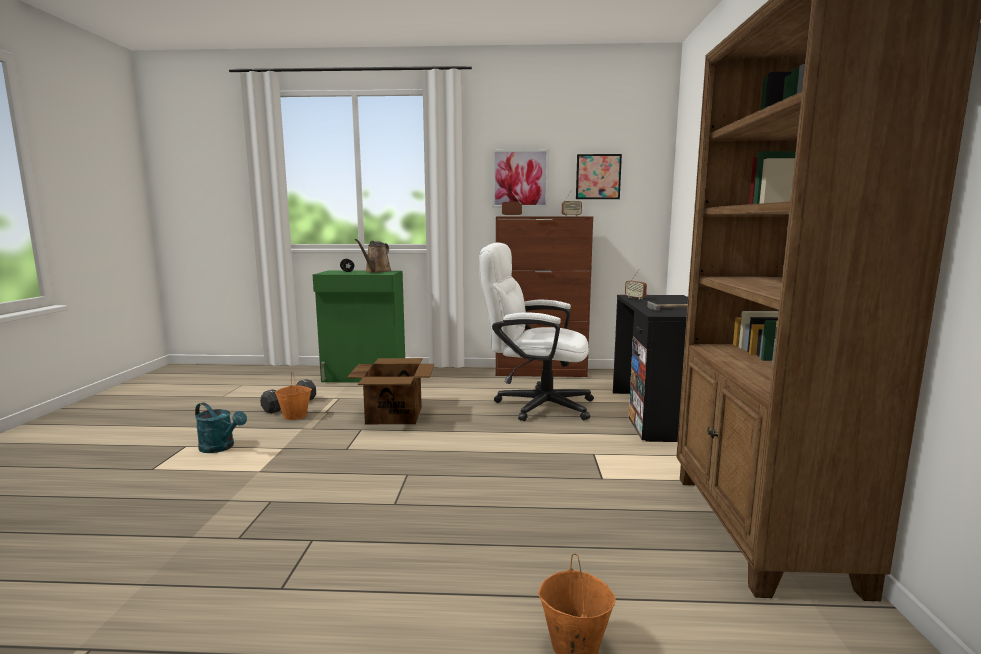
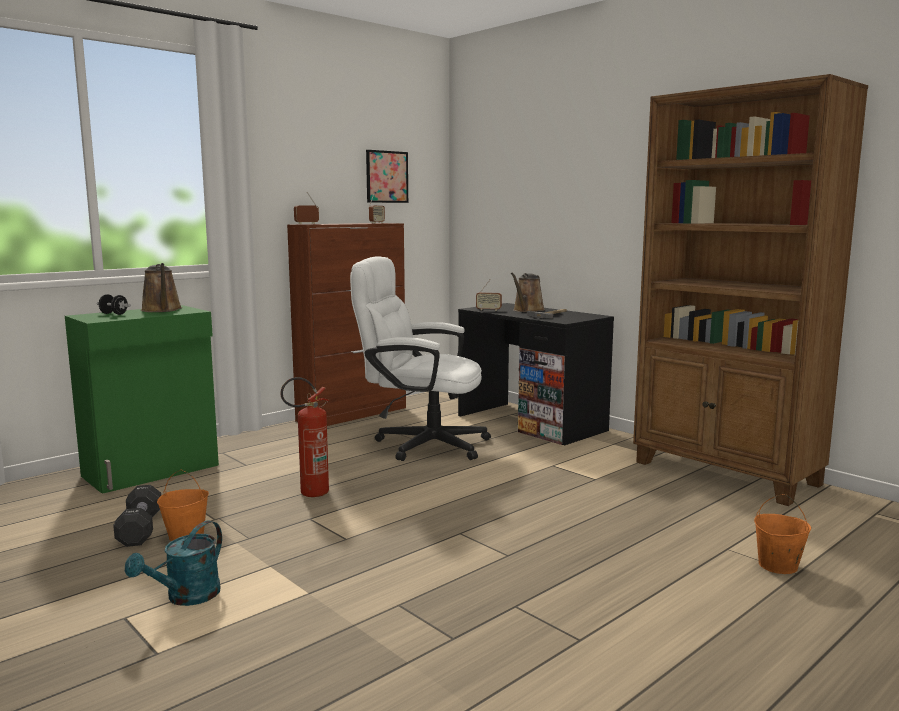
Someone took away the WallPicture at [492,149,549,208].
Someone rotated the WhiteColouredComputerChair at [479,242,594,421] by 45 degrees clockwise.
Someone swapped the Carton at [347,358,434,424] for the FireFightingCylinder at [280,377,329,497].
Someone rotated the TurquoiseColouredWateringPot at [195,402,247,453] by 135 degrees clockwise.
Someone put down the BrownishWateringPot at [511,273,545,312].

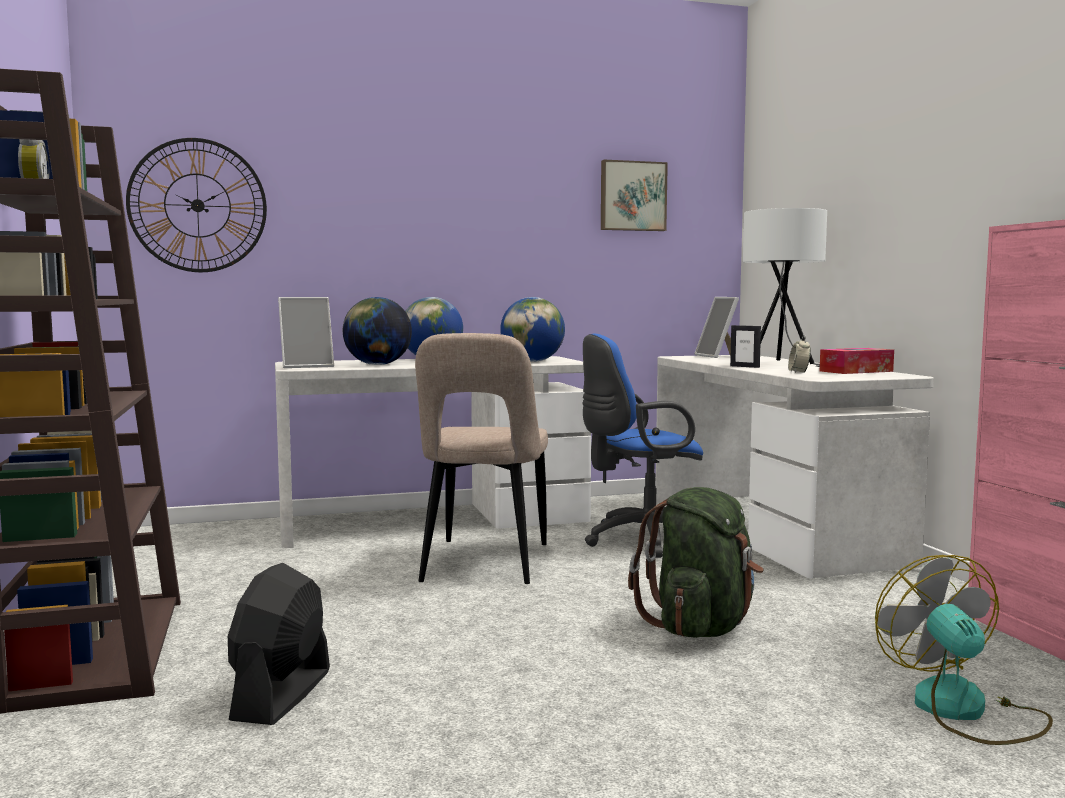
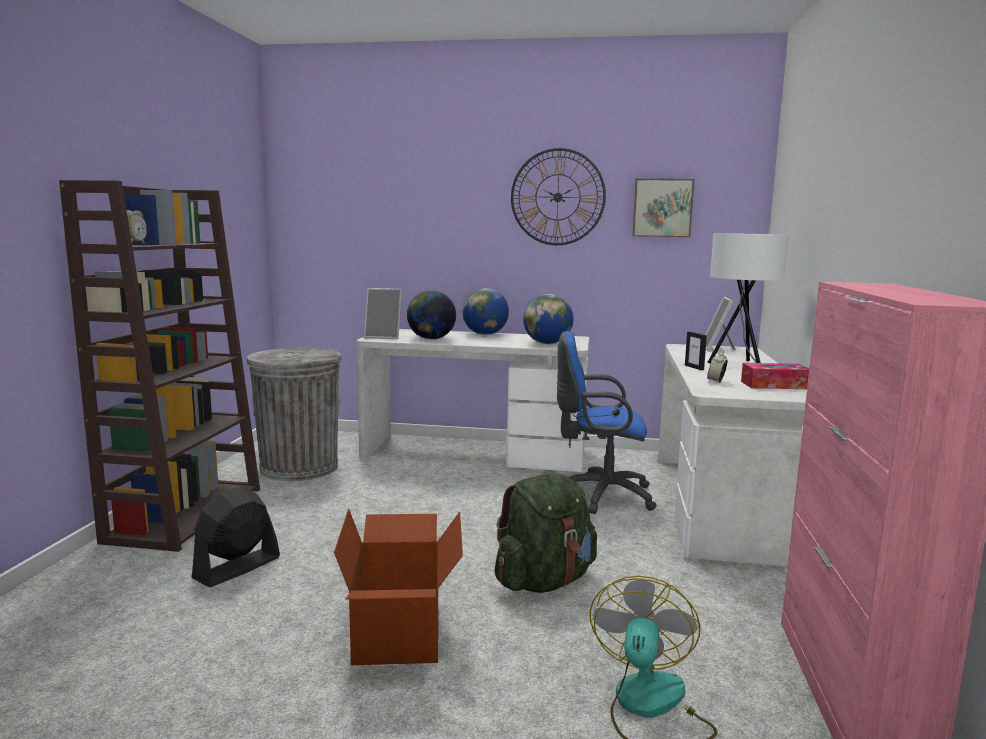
Someone carried the WallClock from [126,138,267,272] to [511,148,606,245].
Someone took away the BeigeColouredChair at [415,333,548,584].
Someone put down the GreyishWasteBin at [247,348,342,481].
Someone put down the Carton at [334,509,463,665].

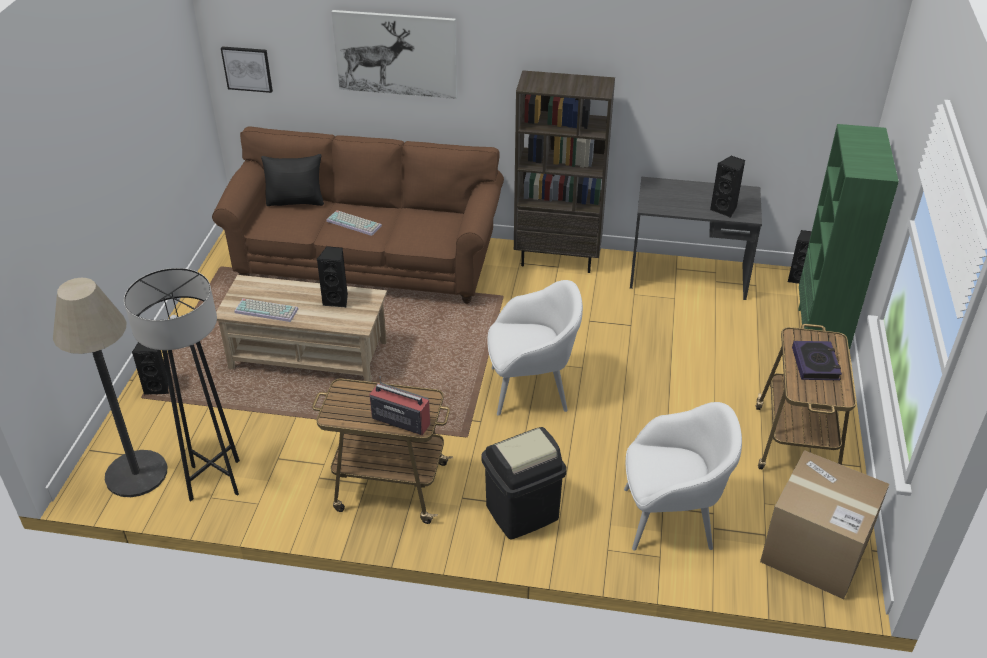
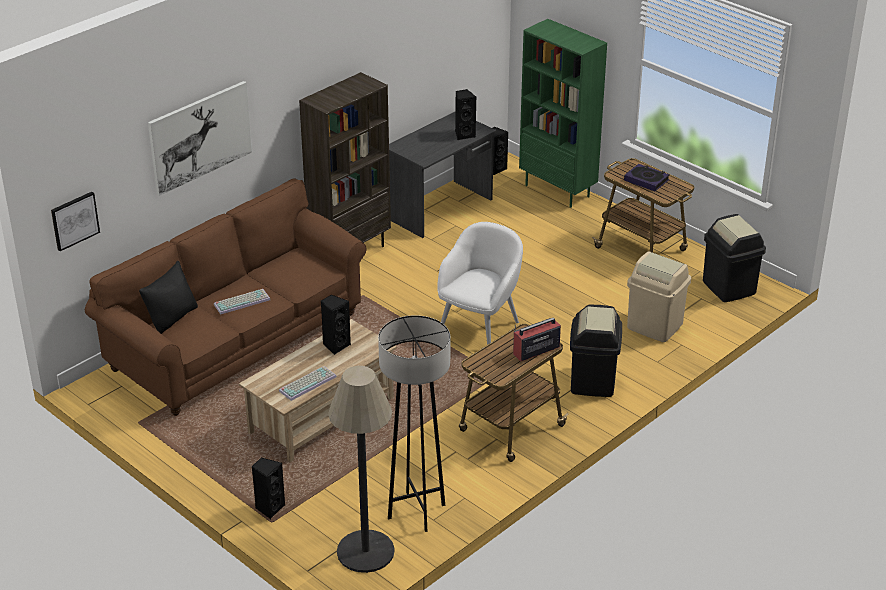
Someone swapped the WhiteColouredArmchair at [624,402,742,551] for the BeigeColouredWasteBin at [627,252,691,342].
Someone swapped the Carton at [760,450,889,599] for the BlackColouredWasteBin at [703,214,766,302].

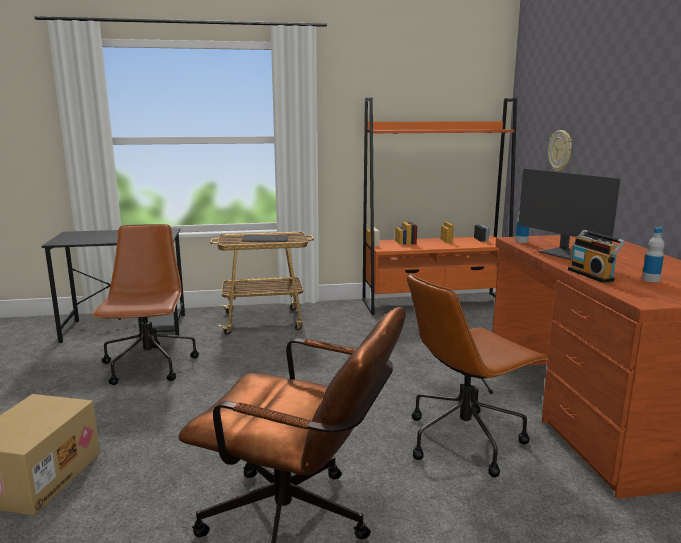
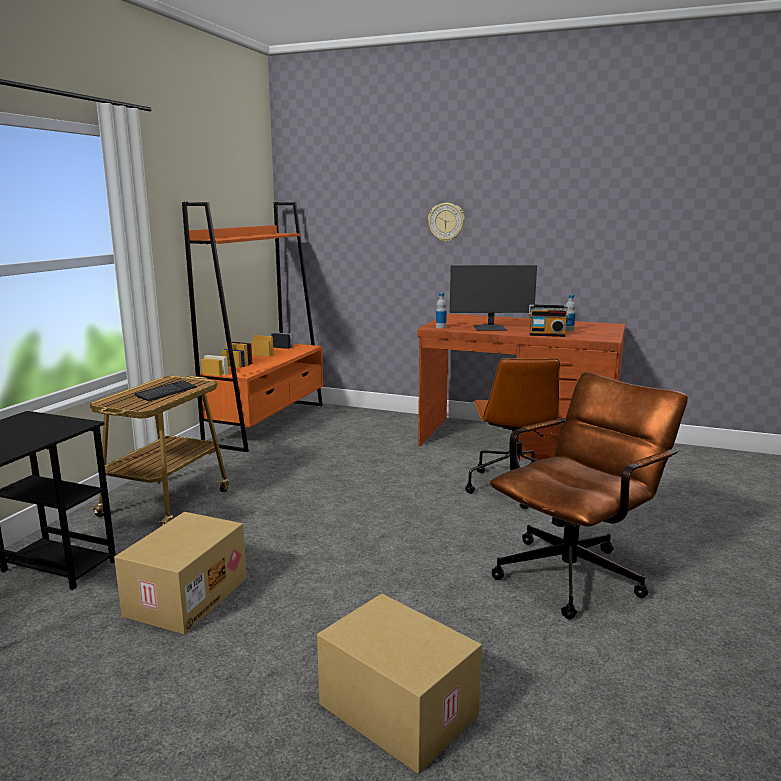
Someone carried the WallClock from [548,130,572,171] to [428,203,465,242].
Someone swapped the BrownishComputerChair at [93,224,199,385] for the Carton at [114,512,247,634].

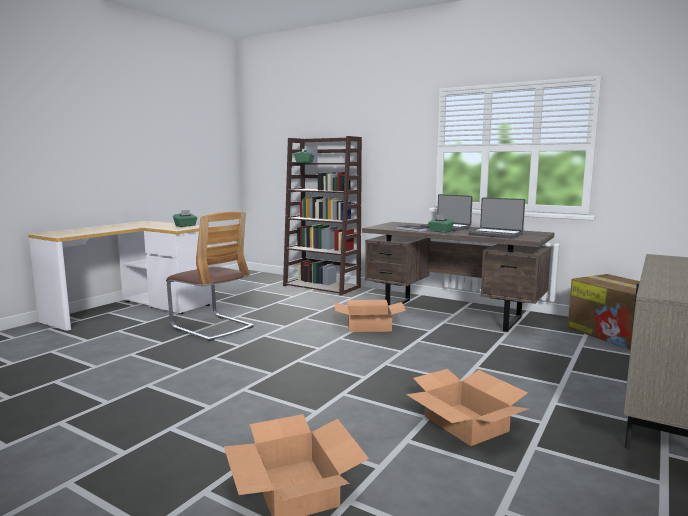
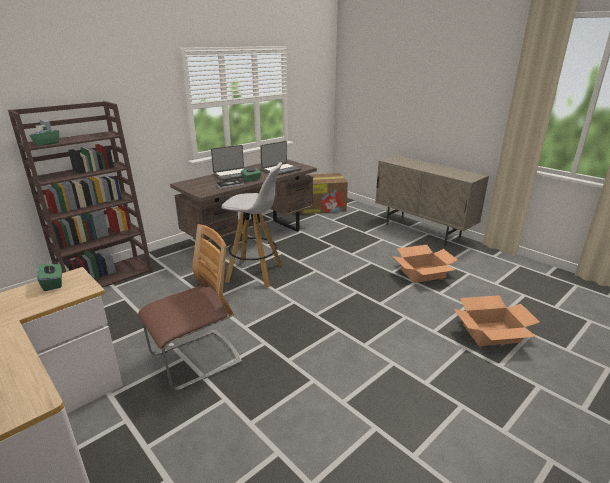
Someone swapped the Carton at [335,300,406,332] for the WhiteColouredStool at [221,162,282,288].

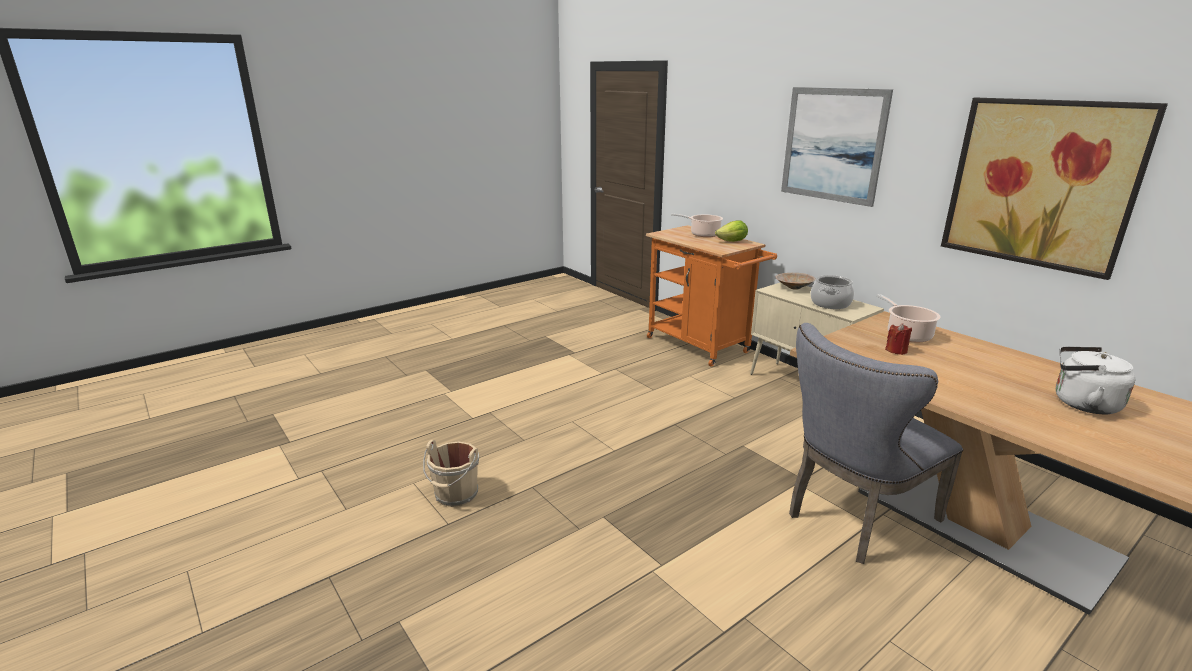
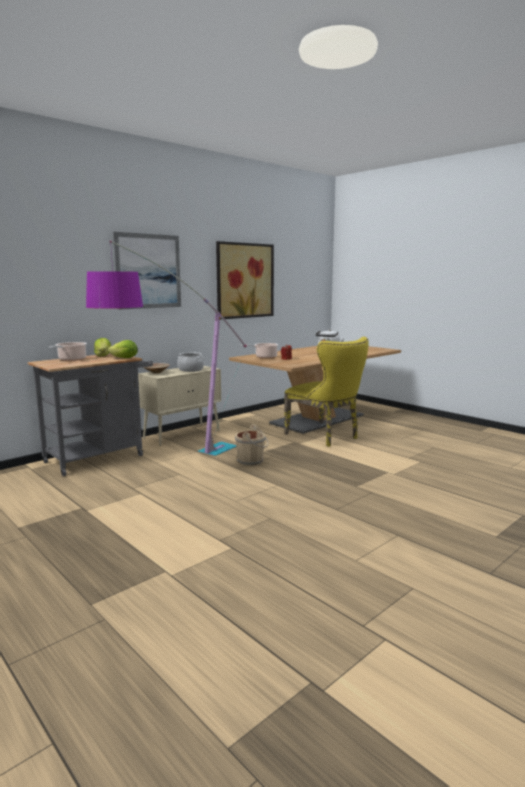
Someone repainted the OrangeyWheeledCart at [646,225,777,367], which became the GreyishWheeledCart at [27,353,153,476].
Someone repainted the GreyishChair at [789,323,963,564], which became the YellowishChair at [284,337,369,447].
Someone carried the BeigeColouredWaterBucket from [423,440,479,507] to [235,424,269,466].
Someone put down the StandardLamp at [86,241,247,456].
Someone put down the HeadOfLettuce at [108,340,138,358].

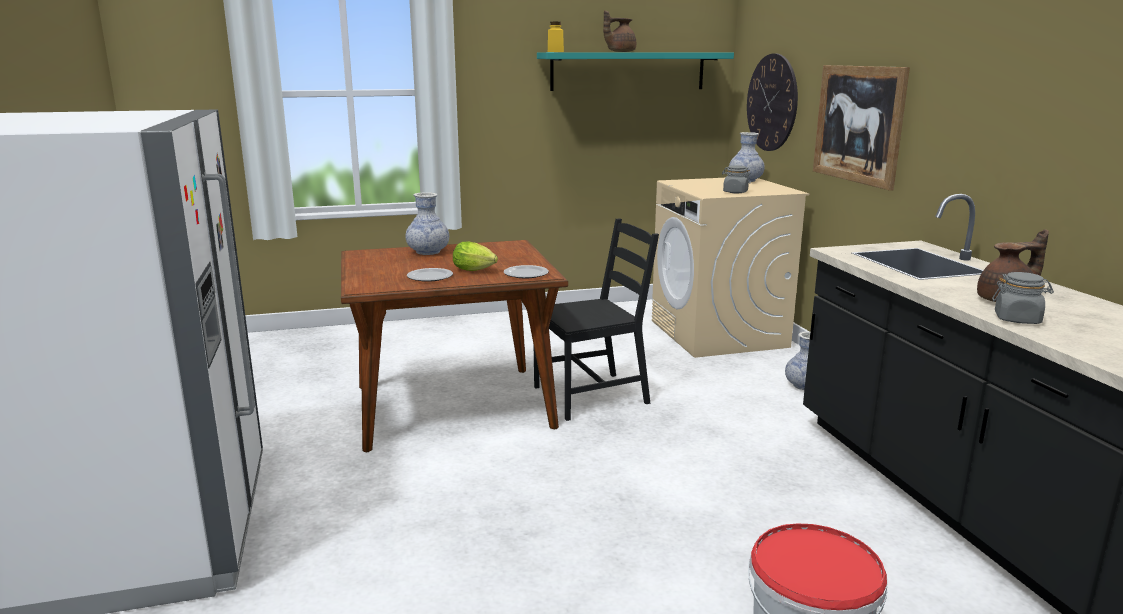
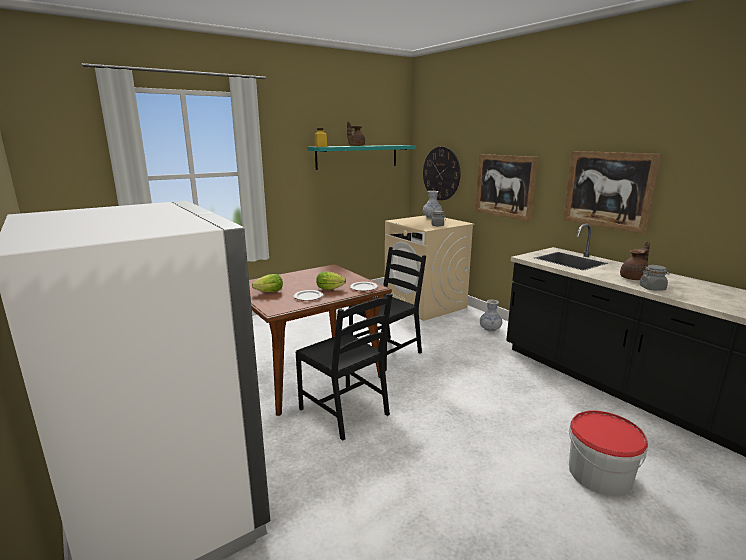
Someone took away the DecorativeVase at [406,192,449,255].
Someone put up the WallPicture at [563,151,661,234].
Someone put down the HeadOfLettuce at [252,274,283,292].
Someone put down the BlackColouredChair at [296,293,393,441].

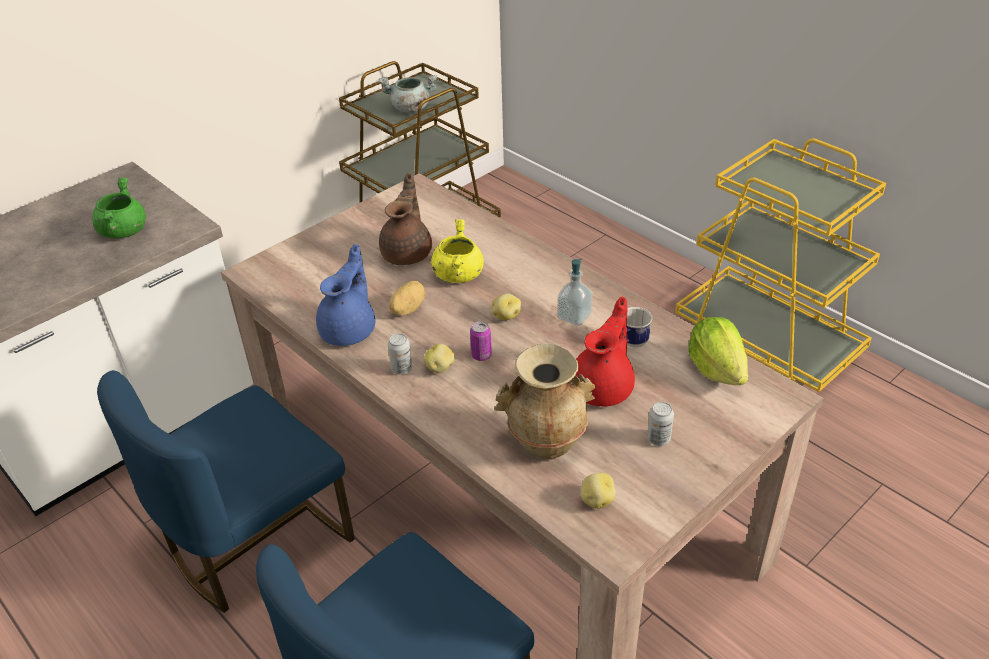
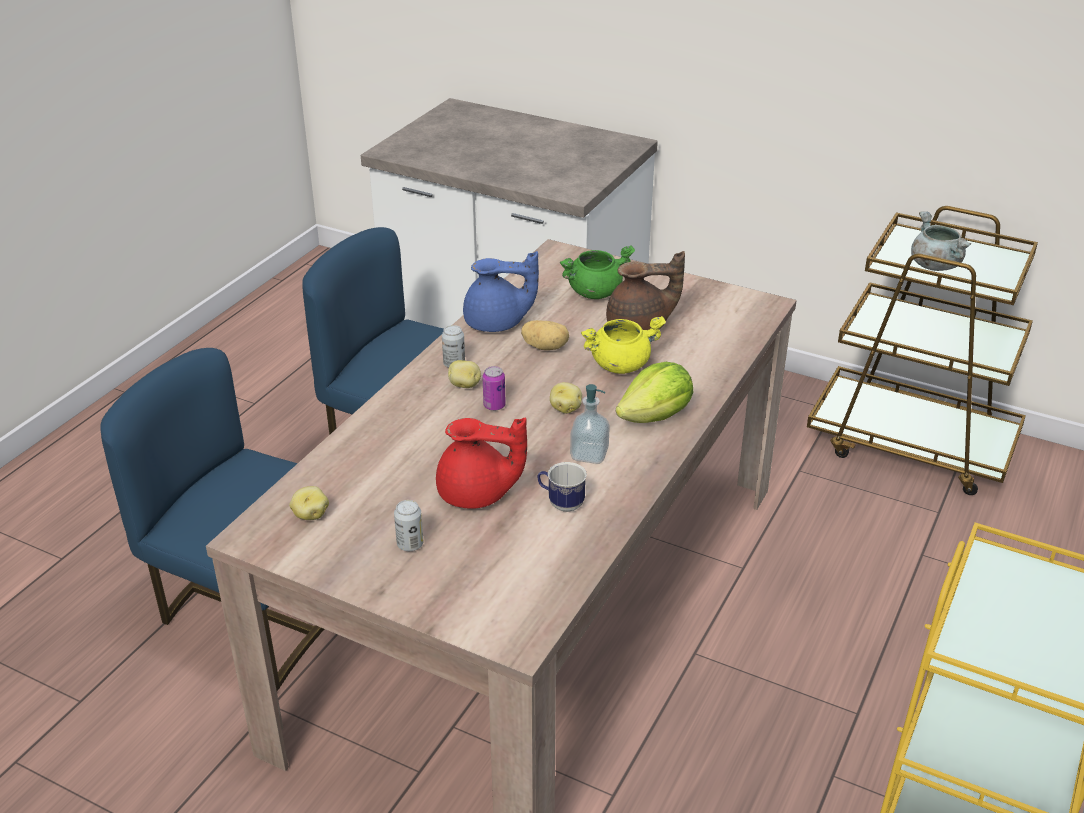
Someone carried the GreenishStockpot from [92,178,146,238] to [560,246,635,299].
Someone carried the HeadOfLettuce from [688,317,748,385] to [616,362,693,423].
Someone took away the BeigeColouredDecorativeVase at [494,344,595,460].

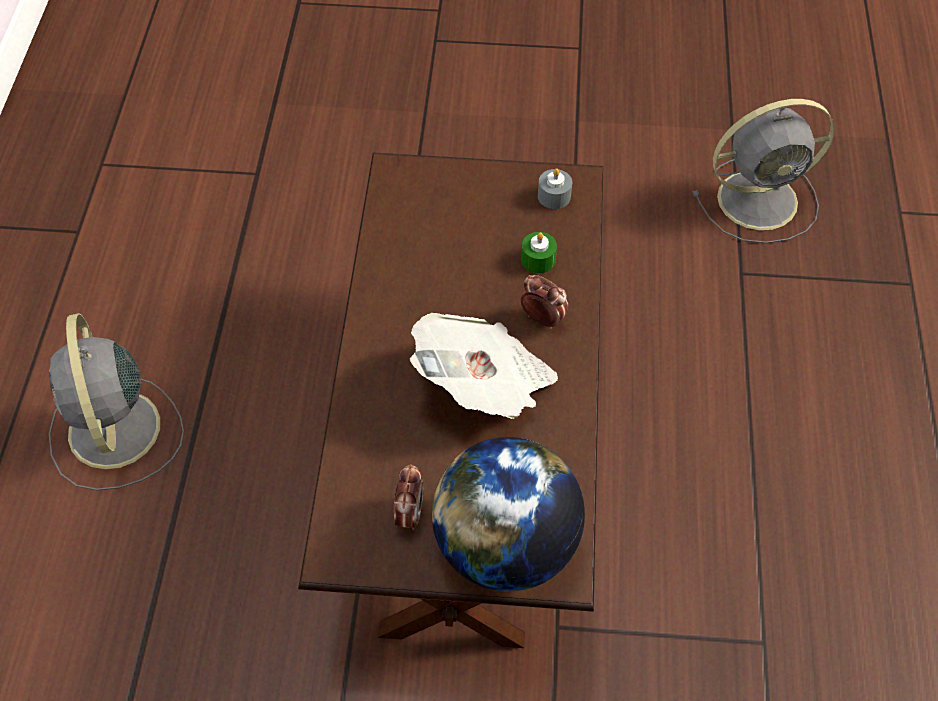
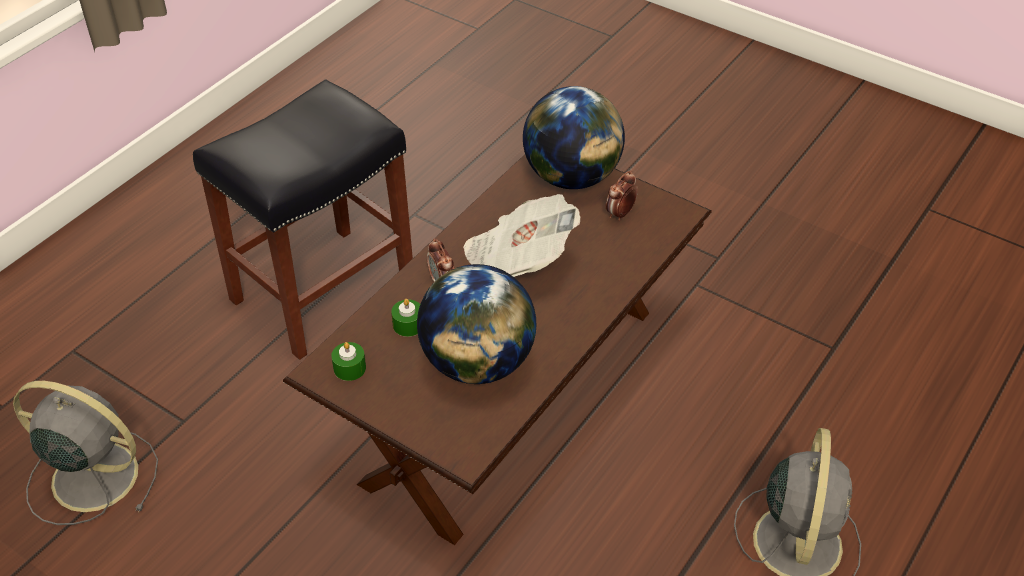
Someone repainted the GreyishWaxLight at [538,168,572,209], which became the GreenishWaxLight at [331,342,366,381].
Someone put down the BlackColouredStool at [193,79,413,360].
Someone put down the Globe at [417,264,537,384].

